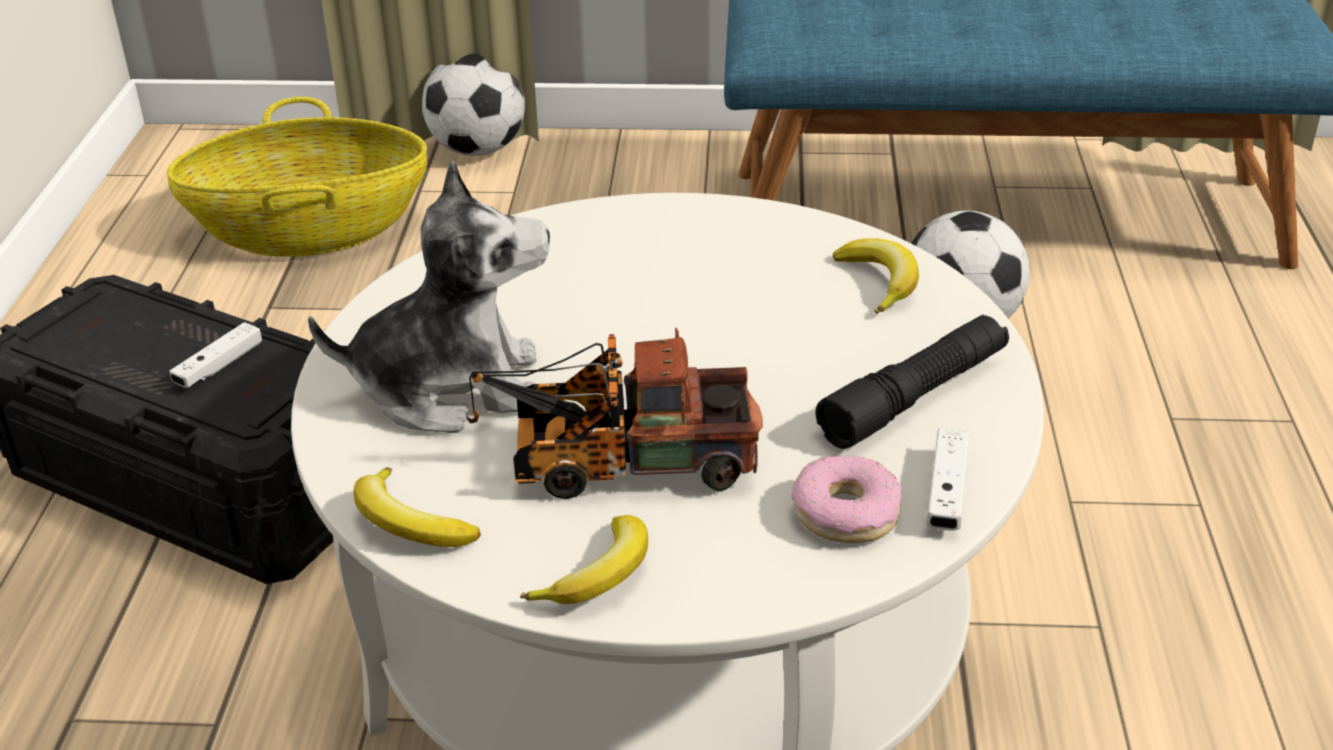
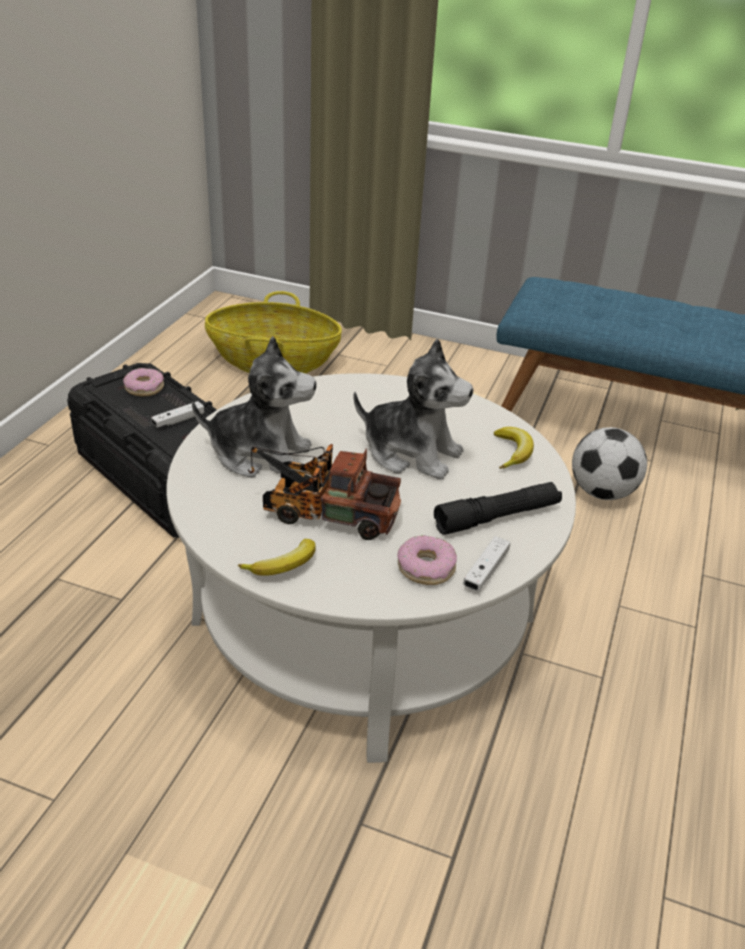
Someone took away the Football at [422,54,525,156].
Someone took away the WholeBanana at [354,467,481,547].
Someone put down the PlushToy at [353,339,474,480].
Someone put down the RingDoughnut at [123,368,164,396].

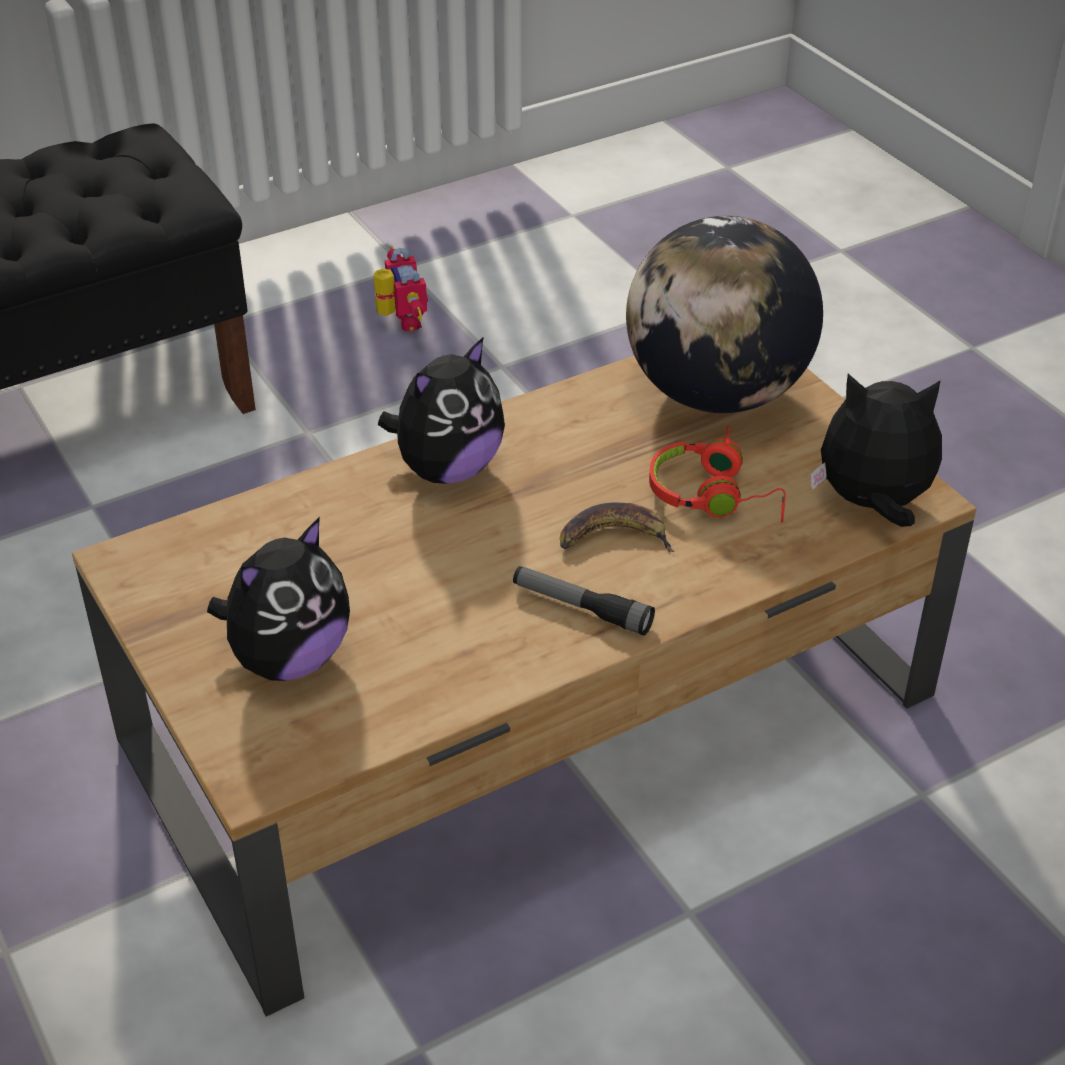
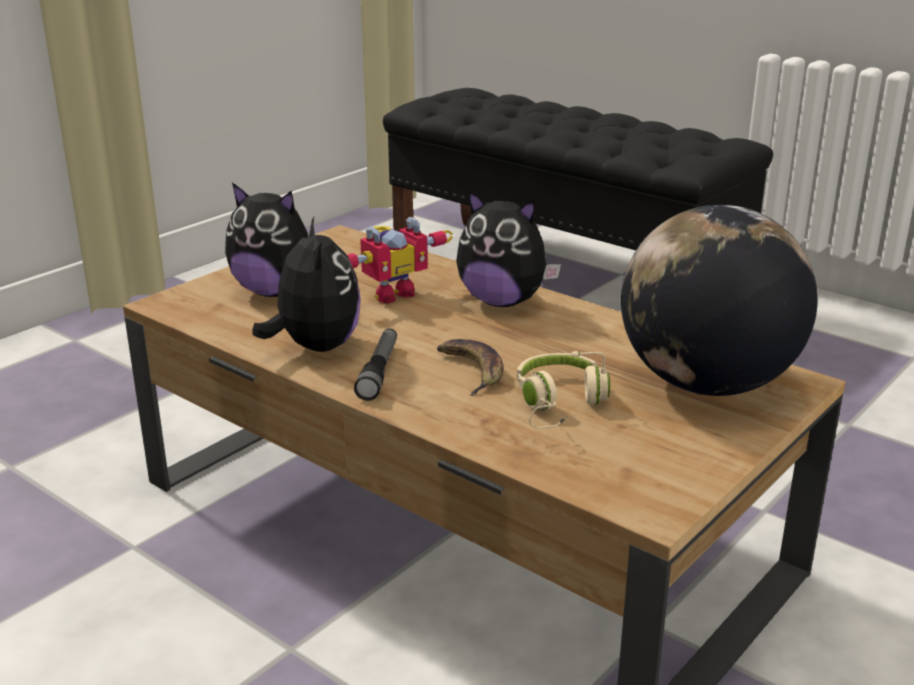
Someone carried the ModelRobot from [373,246,428,332] to [347,217,453,304].
Someone carried the PlushToy from [810,373,942,527] to [252,217,361,352].
Someone repainted the RedHeadset at [649,425,785,523], which became the BeigeColouredHeadset at [517,351,610,428].

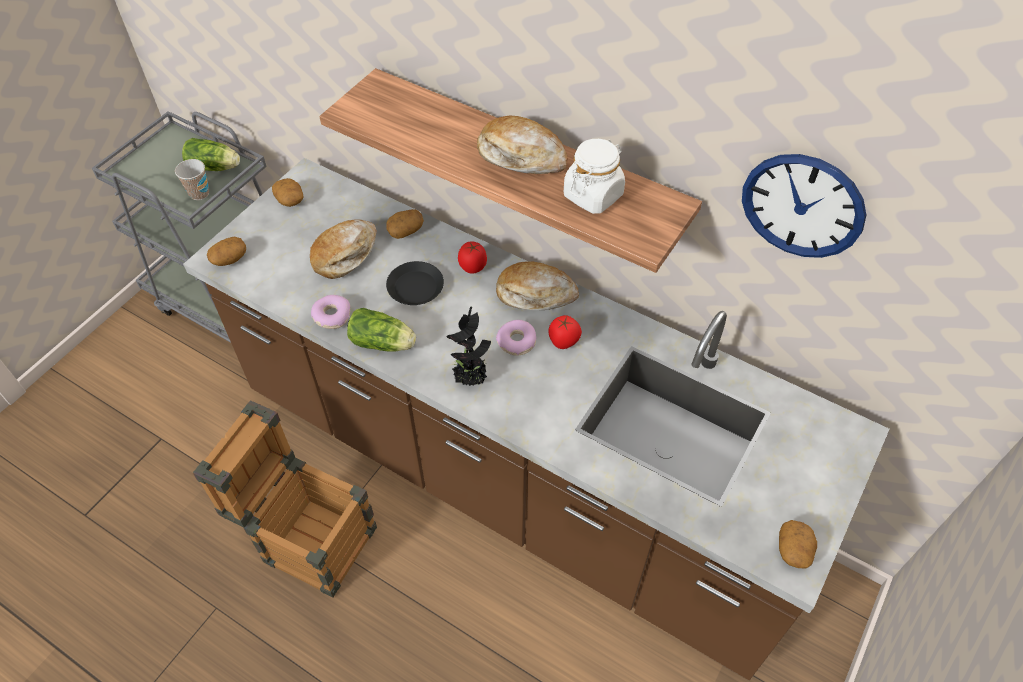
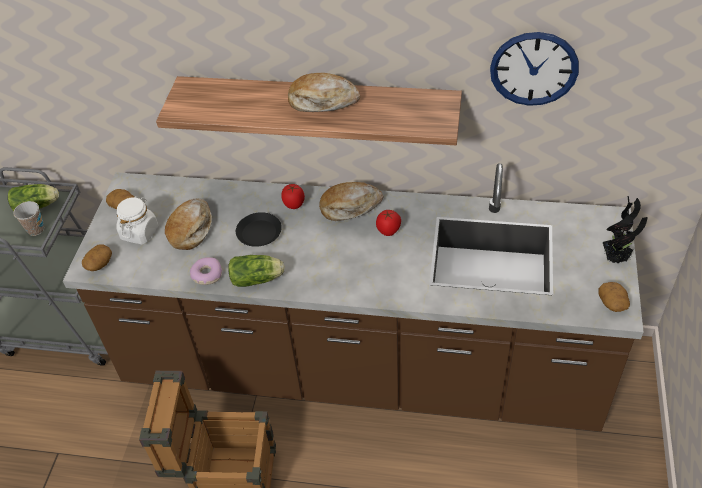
Someone carried the WhiteColouredPreserveJar from [564,139,625,214] to [116,196,158,244].
Someone took away the WholePotato at [386,209,424,239].
Someone carried the Houseplant from [446,306,491,386] to [603,196,648,263].
Someone took away the RingDoughnut at [496,320,537,356].

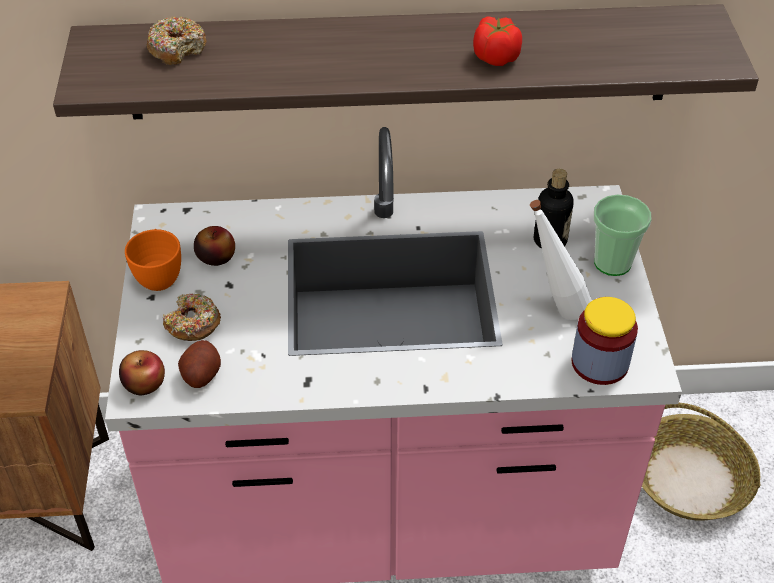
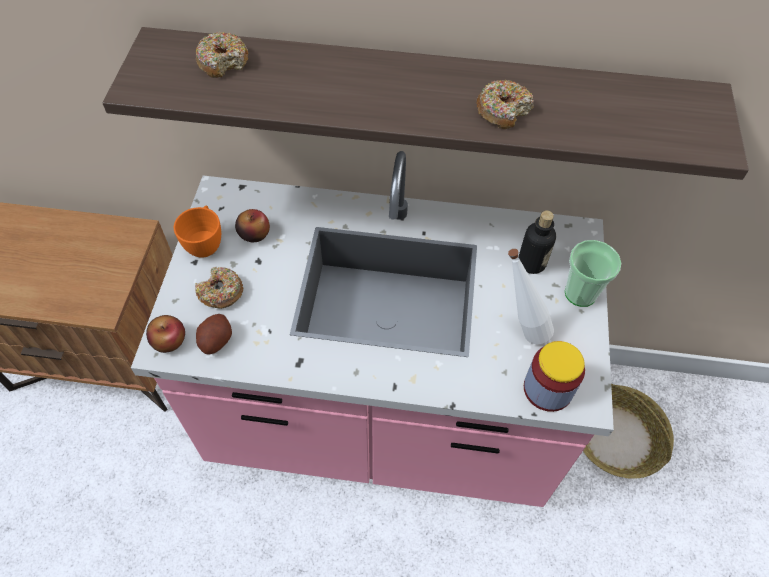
Someone swapped the Tomato at [473,16,522,66] for the RingDoughnut at [476,80,534,129].

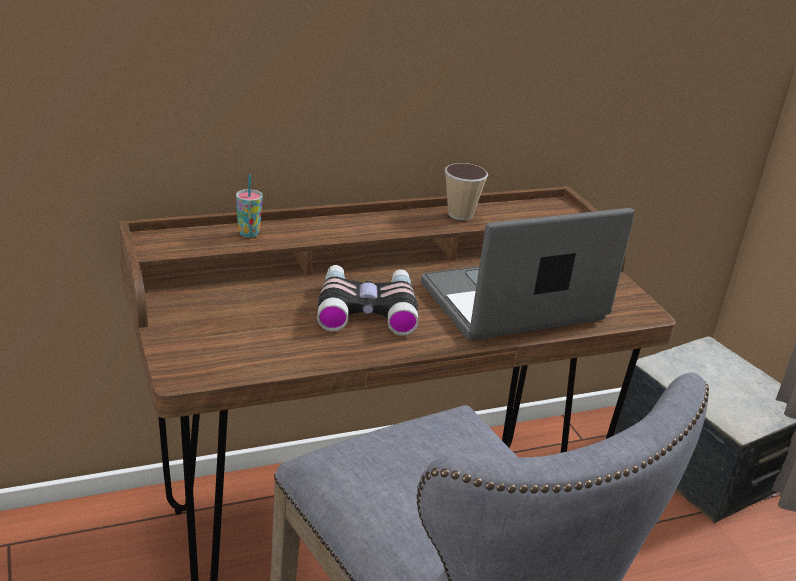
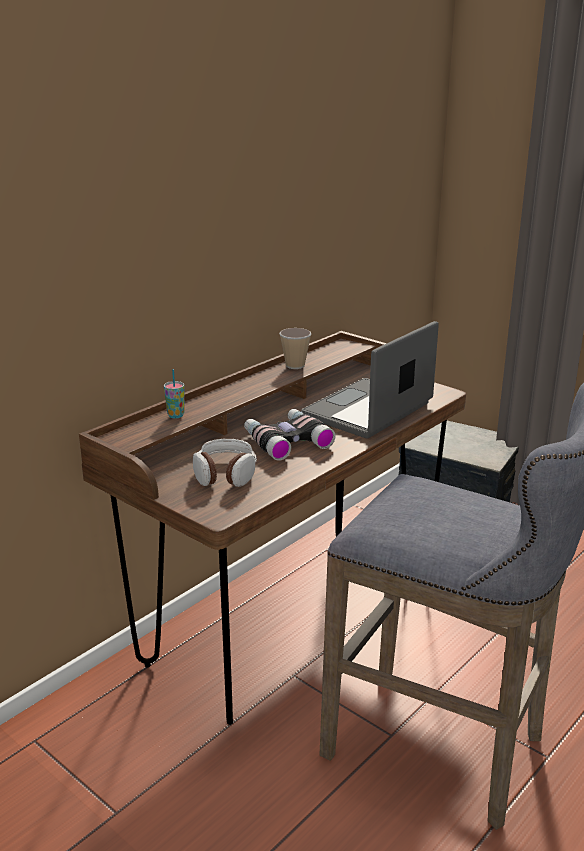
Someone put down the Headset at [193,439,257,487].

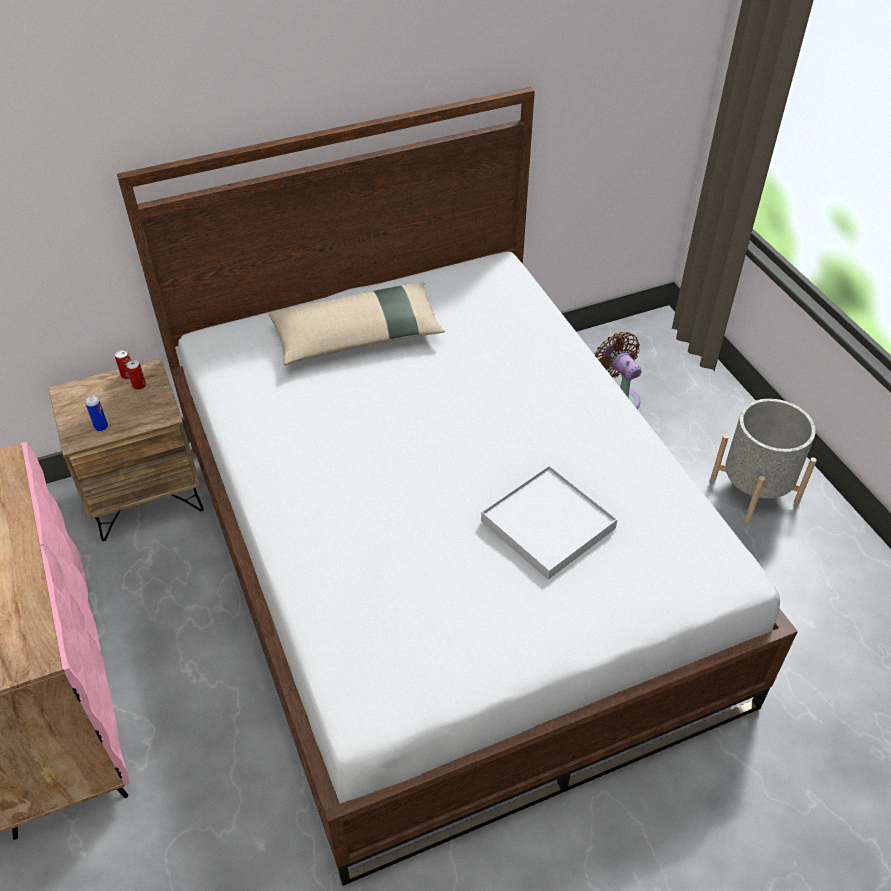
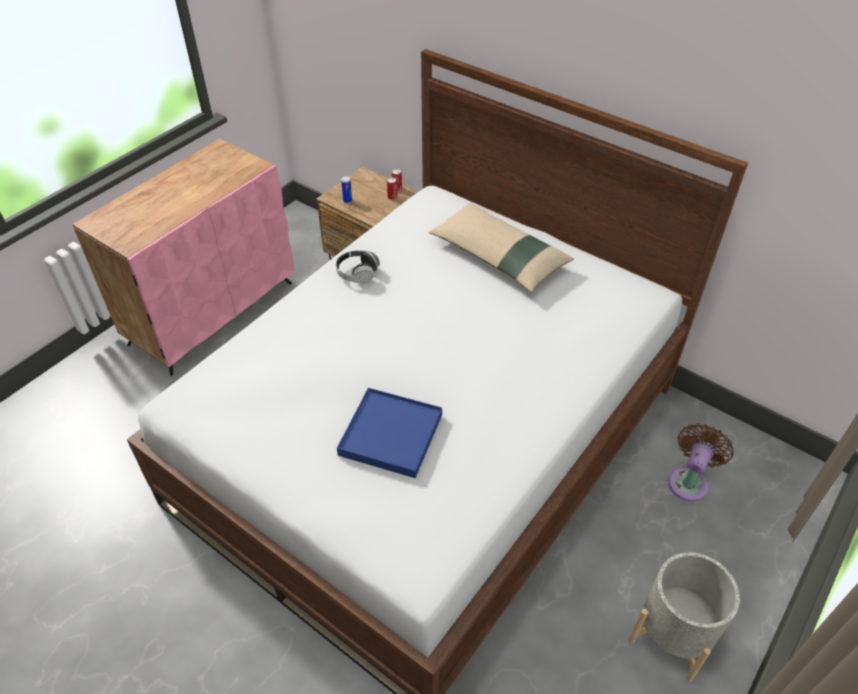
Someone repainted the WhiteColouredTray at [481,465,618,580], which became the BluishTray at [337,388,442,478].
Someone put down the Headset at [336,250,380,284].

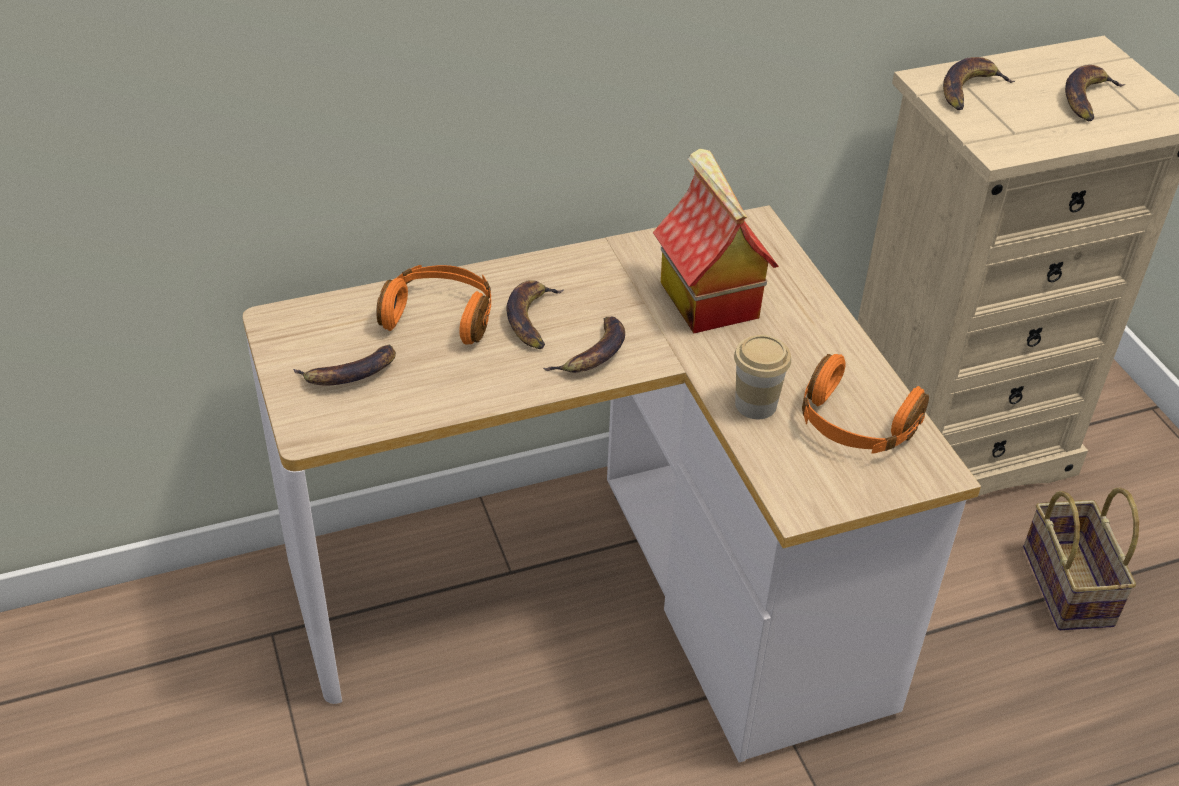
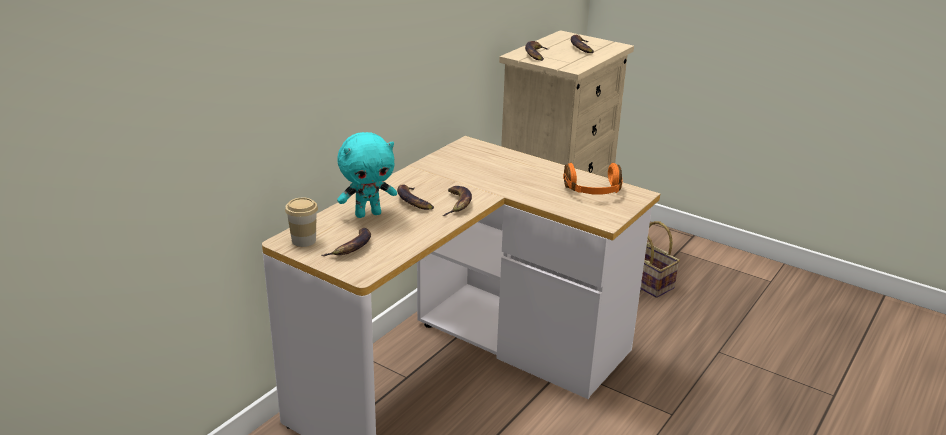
Someone took away the MiniatureHouse at [653,148,779,333].
Someone swapped the OrangeyHeadset at [376,265,491,345] for the TurquoiseColouredPlushToy at [337,132,397,218].
Someone carried the SmallCup from [734,335,791,419] to [285,198,318,247].

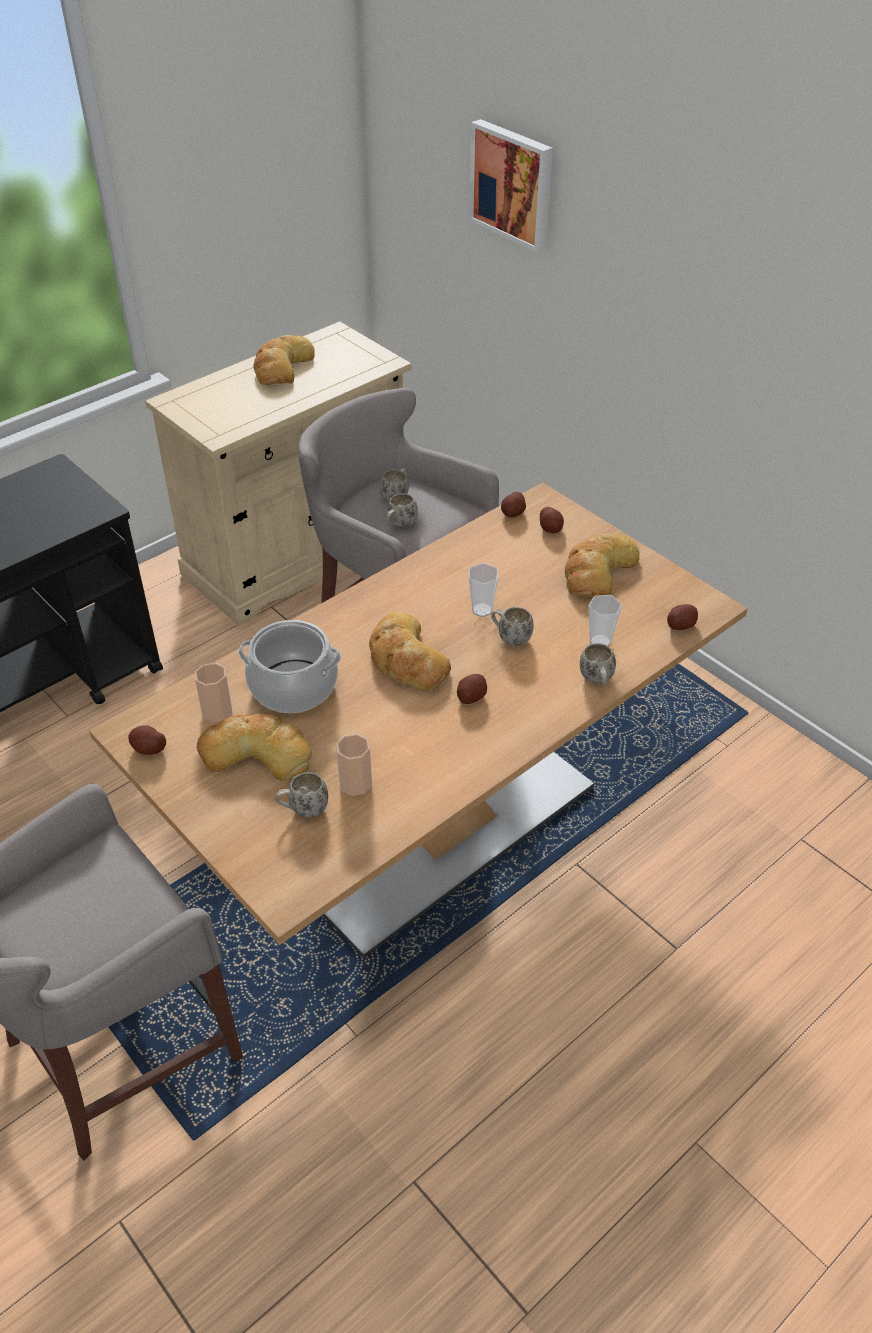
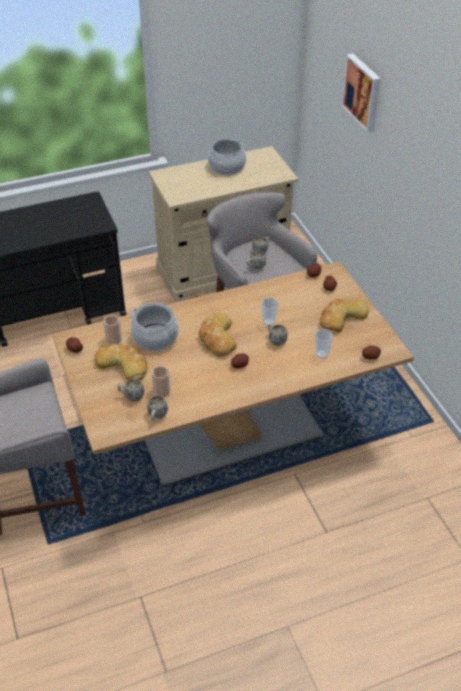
Someone swapped the BakedBread at [254,335,315,385] for the Stockpot at [208,138,246,175].
Someone carried the WhiteColouredTeaMug from [580,643,616,684] to [147,396,168,420].

